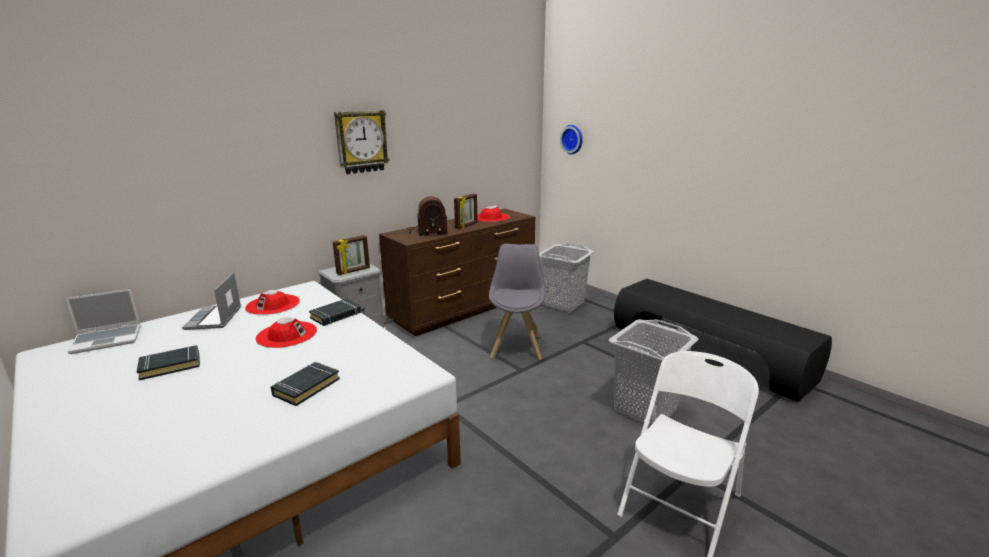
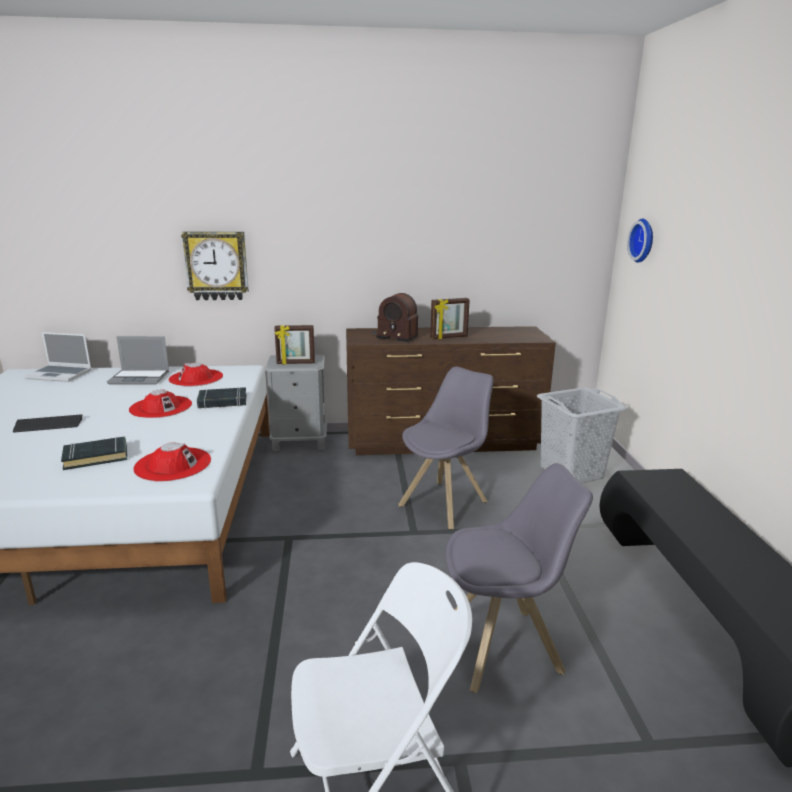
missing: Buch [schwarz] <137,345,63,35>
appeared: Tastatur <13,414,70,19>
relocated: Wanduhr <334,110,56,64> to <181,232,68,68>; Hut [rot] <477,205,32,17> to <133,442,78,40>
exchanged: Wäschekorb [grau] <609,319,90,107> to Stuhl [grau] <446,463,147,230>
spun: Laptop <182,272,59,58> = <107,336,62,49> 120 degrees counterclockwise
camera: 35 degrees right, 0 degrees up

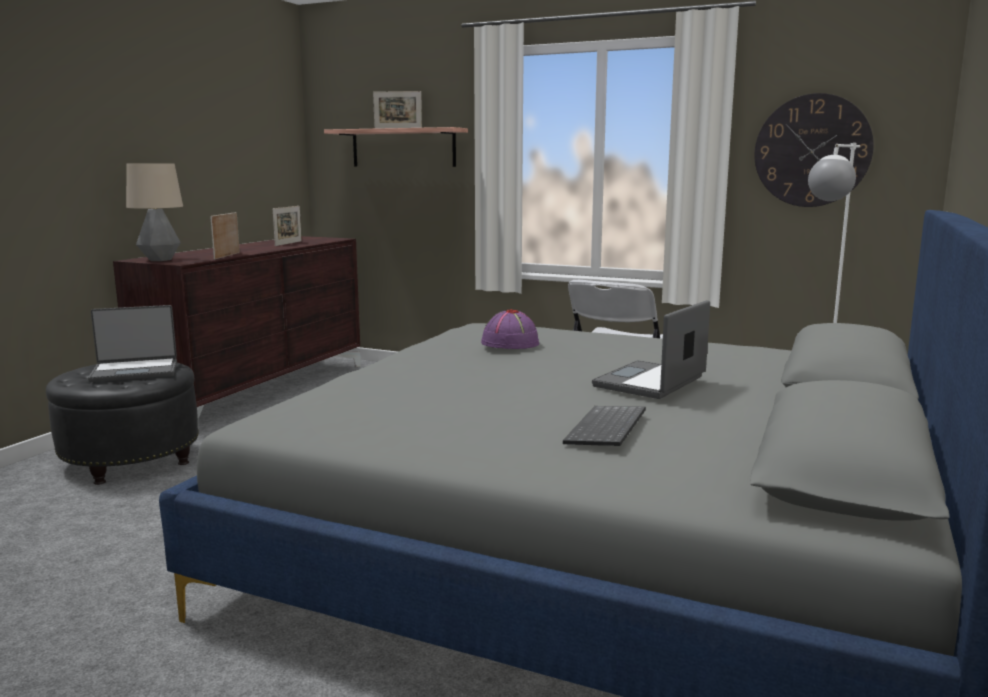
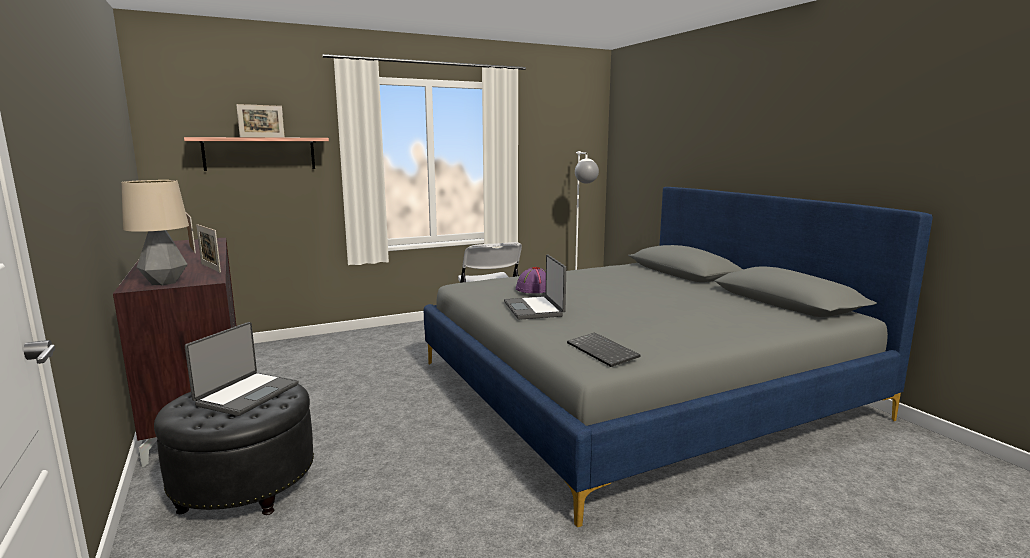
missing: Wanduhr <754,93,120,114>
relocated: Laptop <592,300,118,99> to <504,255,62,65>; Tastatur <563,406,83,40> to <567,332,74,35>
camera: 50 degrees left, 0 degrees up

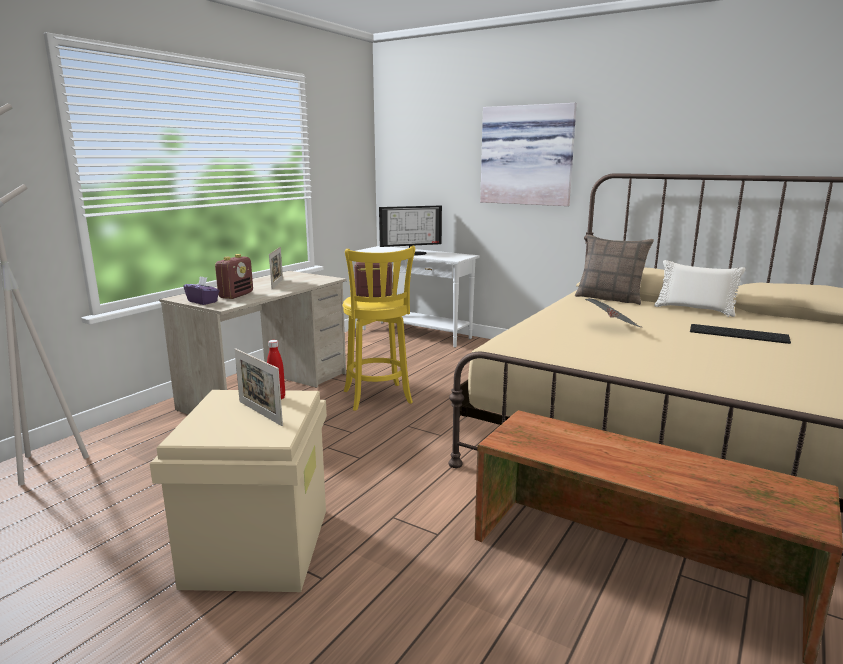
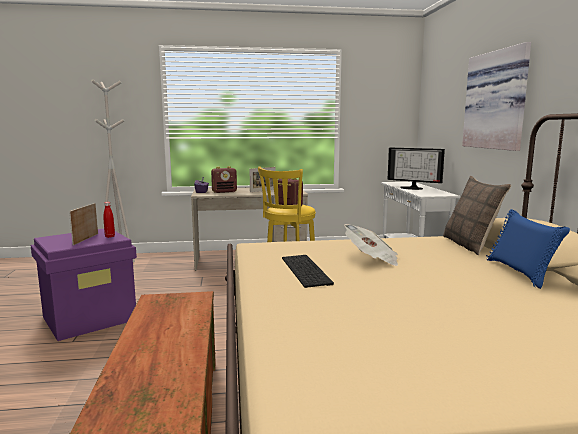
relocated: Tastatur <690,324,101,20> to <282,255,52,33>
colour: Kissen [weiß] <654,260,91,57> to Kissen [blau] <486,209,84,80>; Aufbewahrungsbox [beige] <150,390,177,202> to Aufbewahrungsbox [lila] <31,229,106,112>
camera: 50 degrees right, 5 degrees down

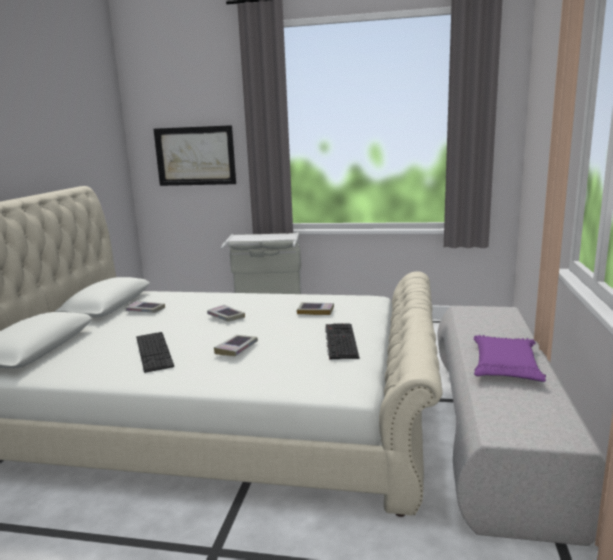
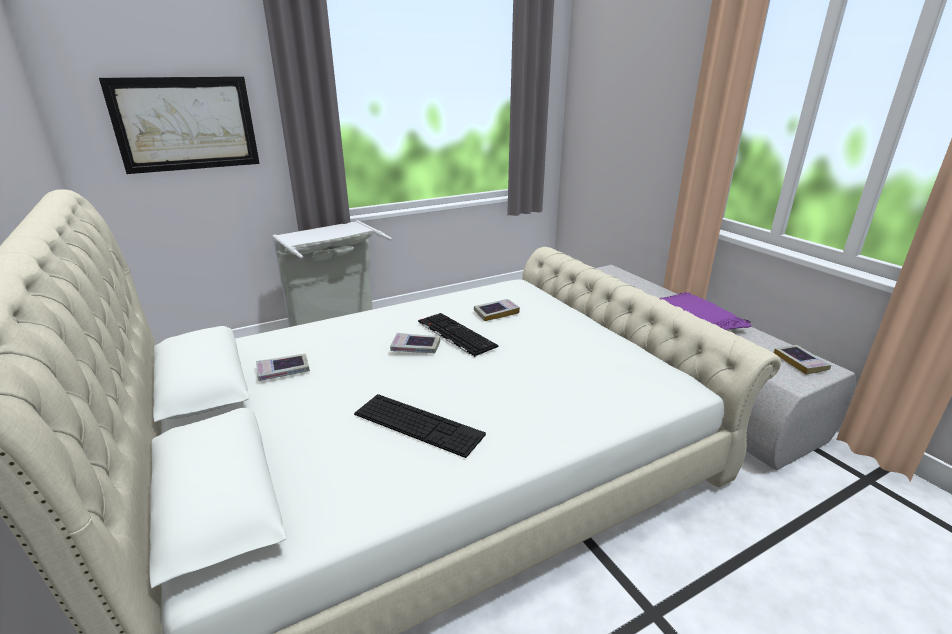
relocated: Tastatur <325,323,34,37> to <418,313,80,44>; Buch <214,335,44,21> to <774,345,57,30>
camera: 40 degrees left, 10 degrees up

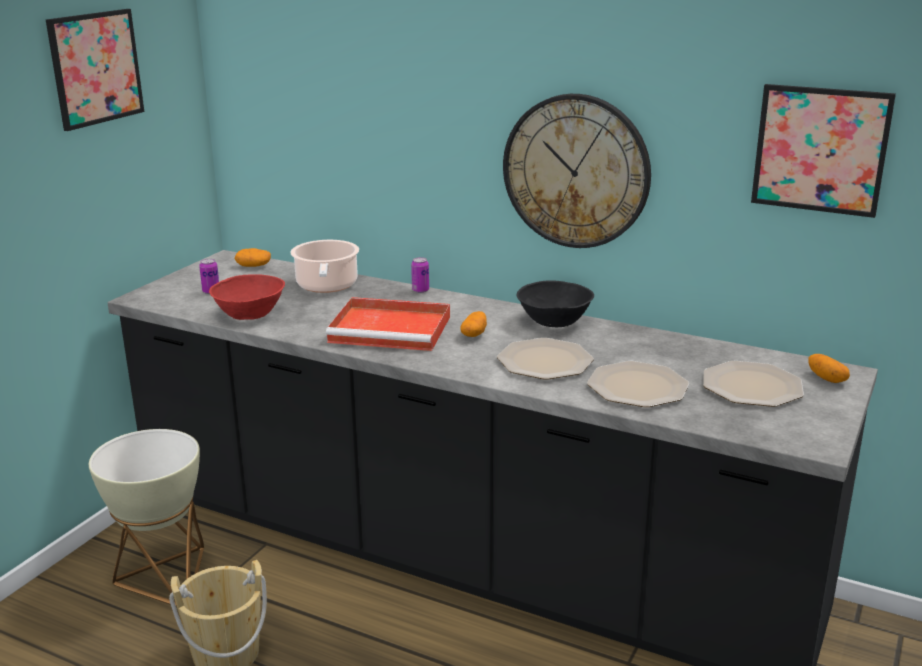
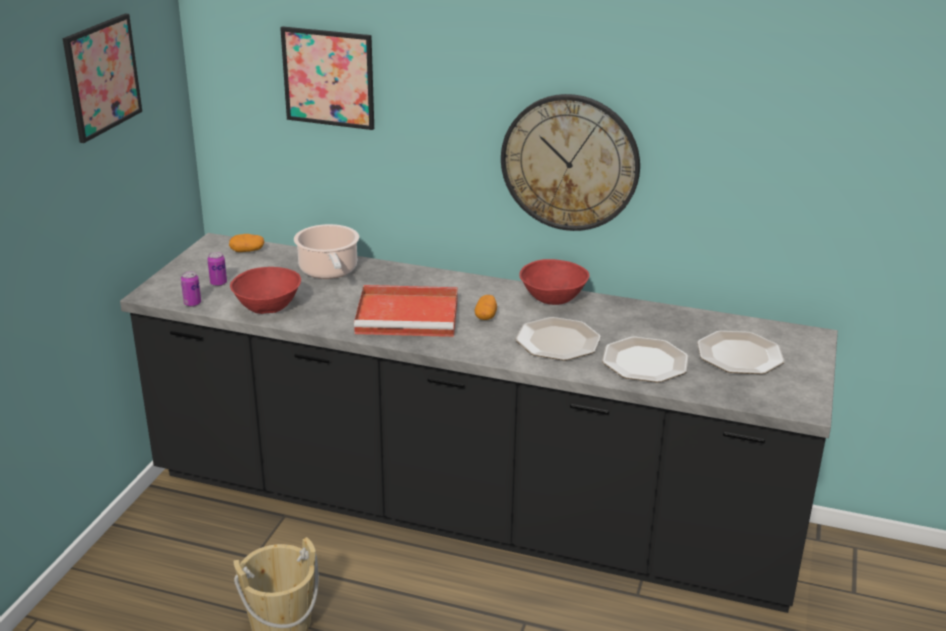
missing: Kartoffel <808,354,42,29>; Pflanzkübel <89,429,115,178>
relocated: Bild <751,84,145,134> to <280,26,94,104>; Dose <411,257,18,36> to <181,271,20,36>
colour: Schüssel [schwarz] <516,280,78,47> to Schüssel [rot] <519,259,71,46>
camera: 10 degrees left, 5 degrees up

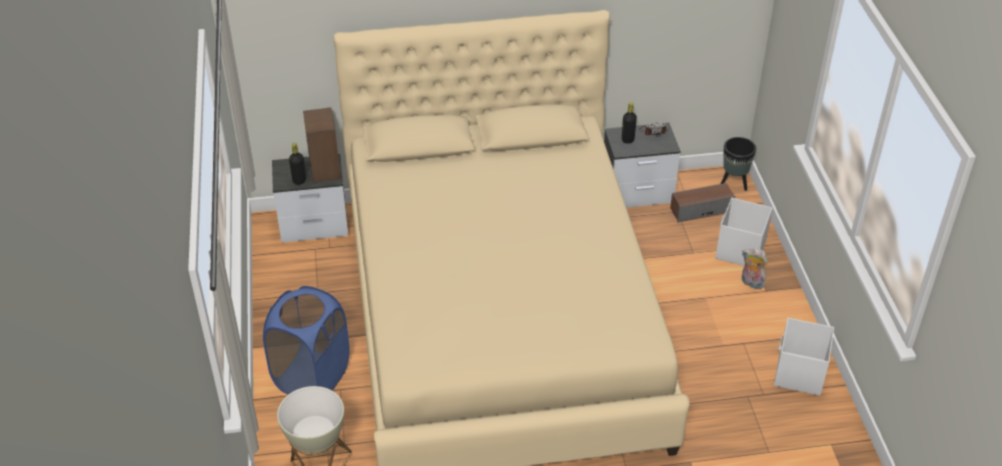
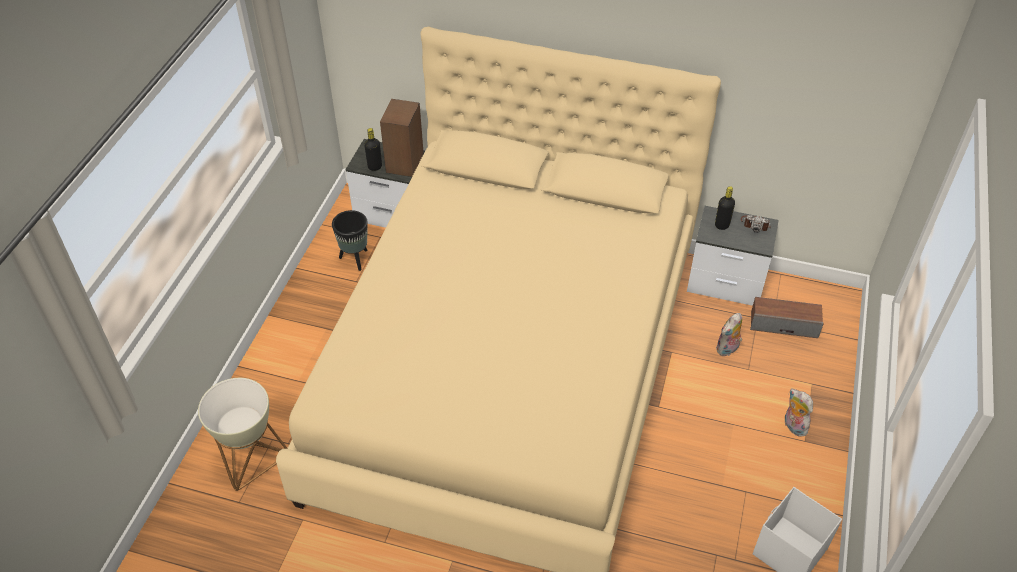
missing: Aufbewahrungsbox [weiß] <715,198,57,68>; Wäschekorb [blau] <263,286,86,109>
appeared: Plüschtier <716,313,26,43>
relocated: Pflanzkübel [schwarz] <721,137,35,54> to <332,210,36,61>
camera: 25 degrees right, 5 degrees up

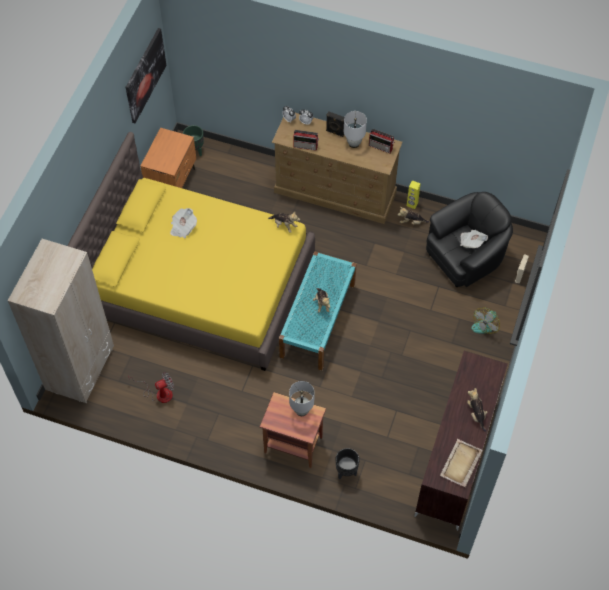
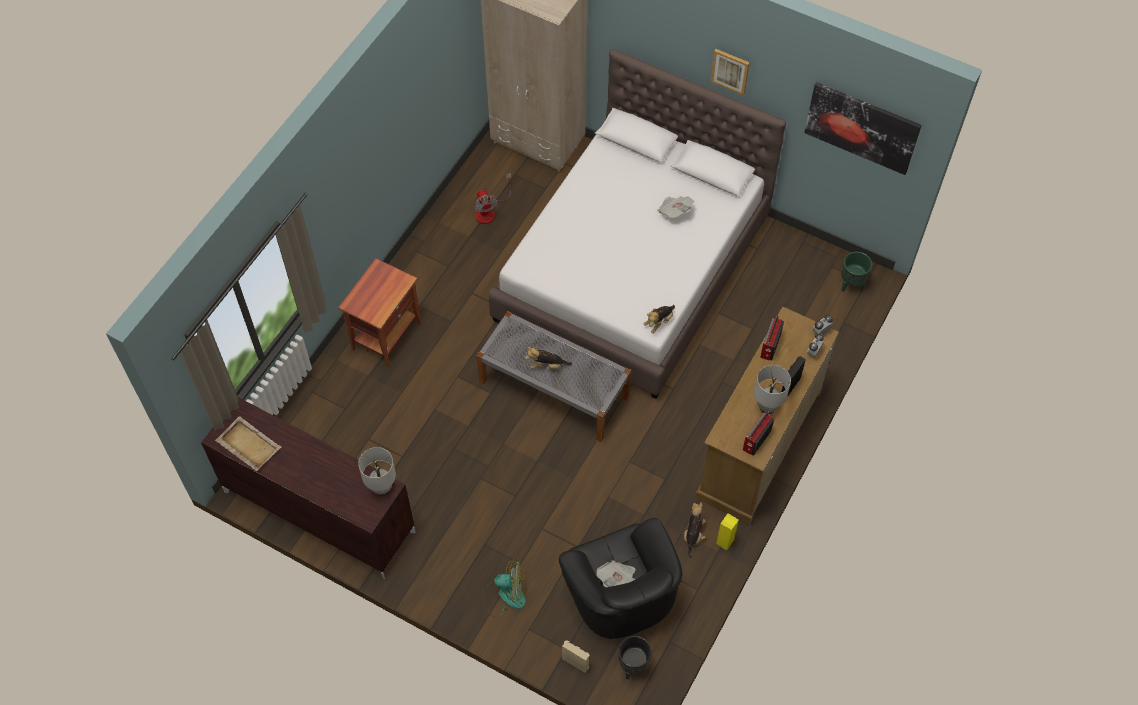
missing: Nachttisch [orange] <140,128,56,60>; Plüschtier <467,388,20,44>
appeared: Bild <710,49,40,46>
relocated: Tischlampe [weiß] <289,381,25,35> to <358,447,38,49>; Pflanzkübel [schwarz] <336,448,24,31> to <619,636,33,44>
colour: Bett [gelb] <67,132,248,239> to Bett [weiß] <489,49,297,350>; Bank [türkis] <279,251,78,120> to Bank [grau] <477,311,154,131>
spun: Ventilator <471,308,29,26> = <483,559,43,59> 135 degrees clockwise
camera: 100 degrees right, 0 degrees up

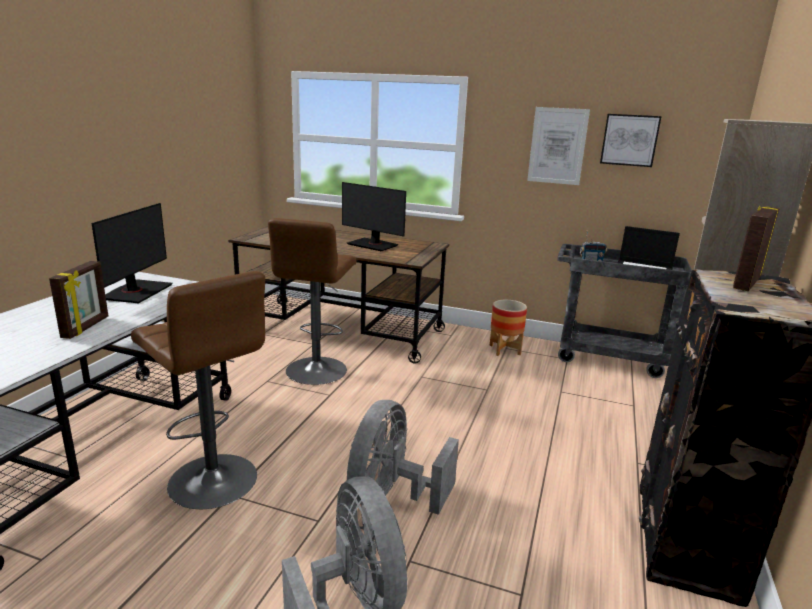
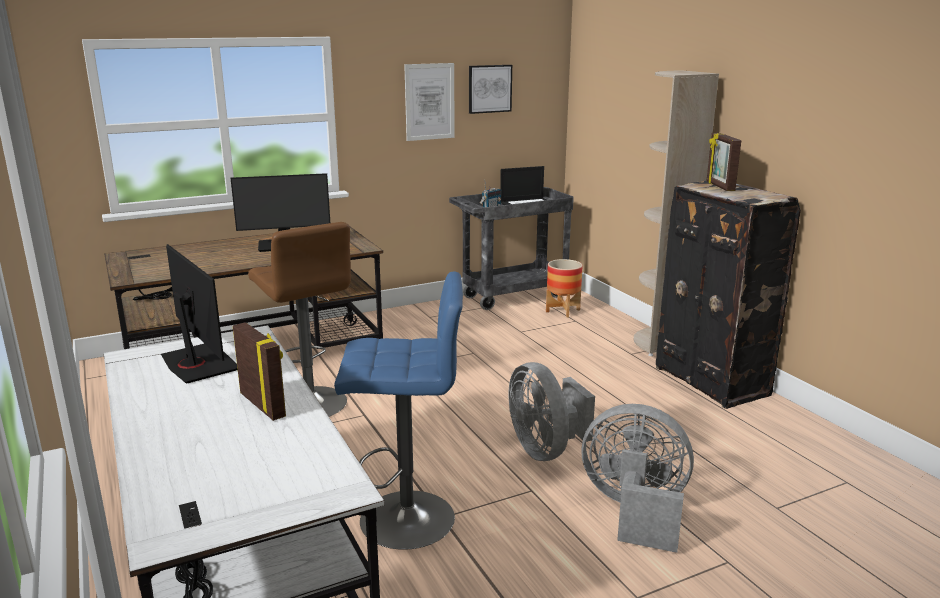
relocated: Pflanzkübel <489,300,38,56> to <546,259,36,59>
colour: Hocker [braun] <131,271,134,238> to Hocker [blau] <334,272,129,278>
camera: 45 degrees left, 0 degrees up

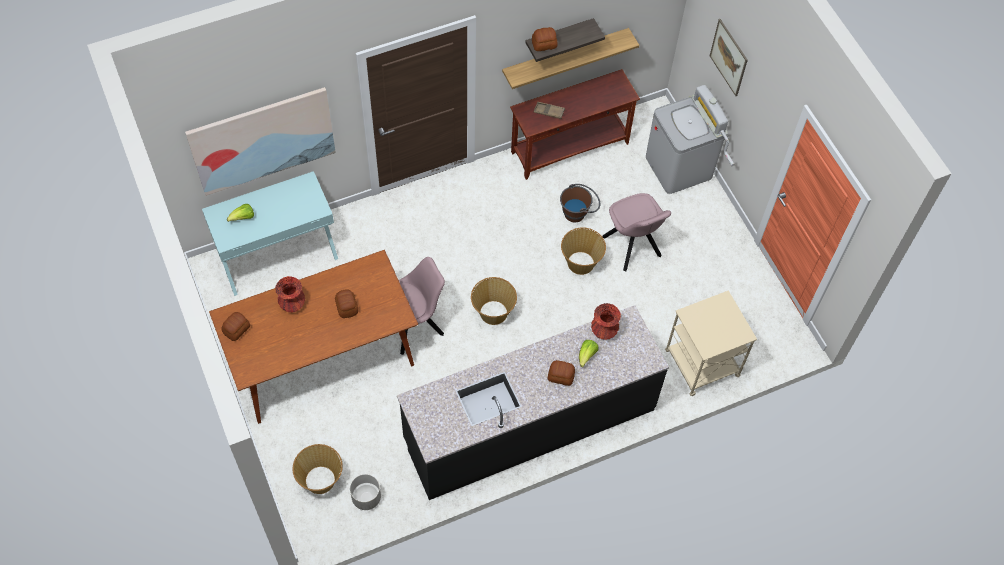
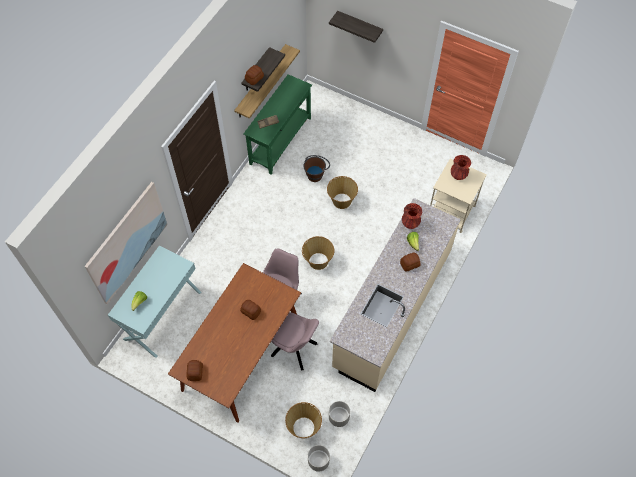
missing: Waschmaschine [grau] <646,85,89,109>
appeared: Pflanzkübel [grau] <308,445,22,27>
relocated: Stuhl [rosa] <602,193,69,78> to <271,312,48,59>; Vase [rot] <275,276,30,36> to <451,155,20,25>
exchanged: Bild <710,19,38,77> to Wandregal <329,11,54,32>
colour: Konsolentisch [braun] <510,69,130,111> to Konsolentisch [grün] <243,74,69,101>; Küchenzeile [schwarz] <397,305,272,195> to Küchenzeile [beige] <330,198,131,194>
camera: 35 degrees left, 0 degrees up

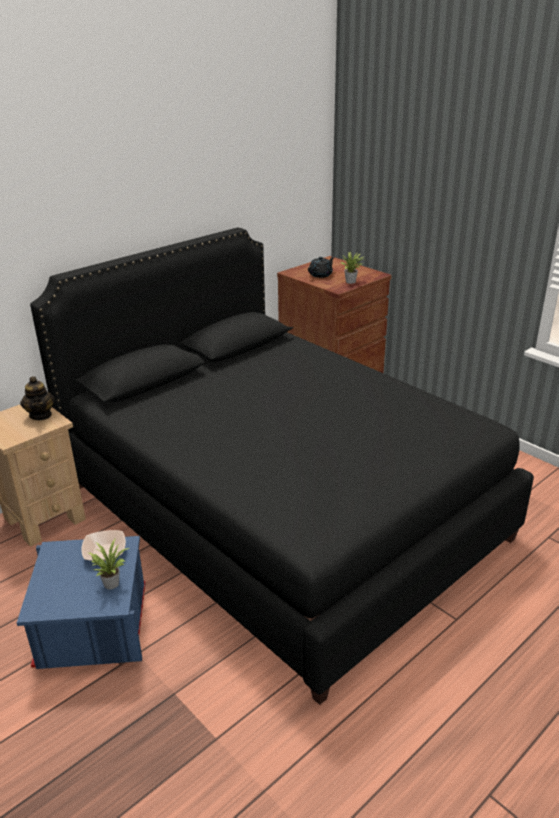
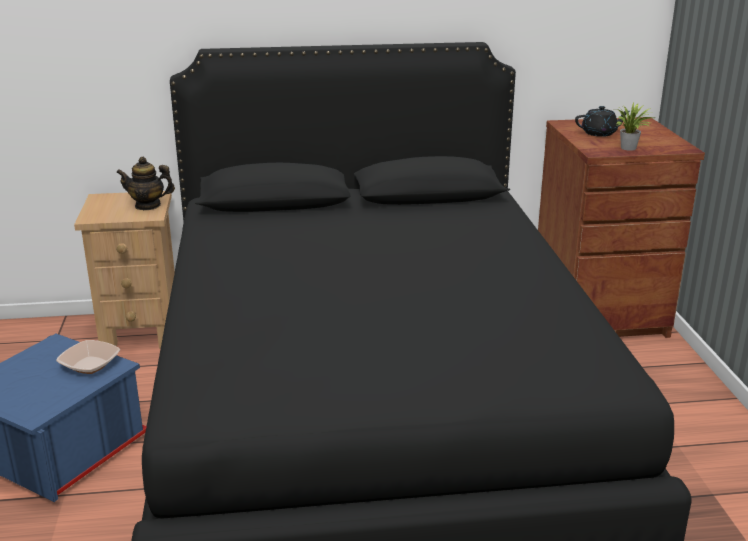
missing: Topfpflanze <88,539,41,51>
spun: Teekanne <20,376,35,44> = <116,157,59,53> 75 degrees clockwise
camera: 35 degrees right, 5 degrees down

